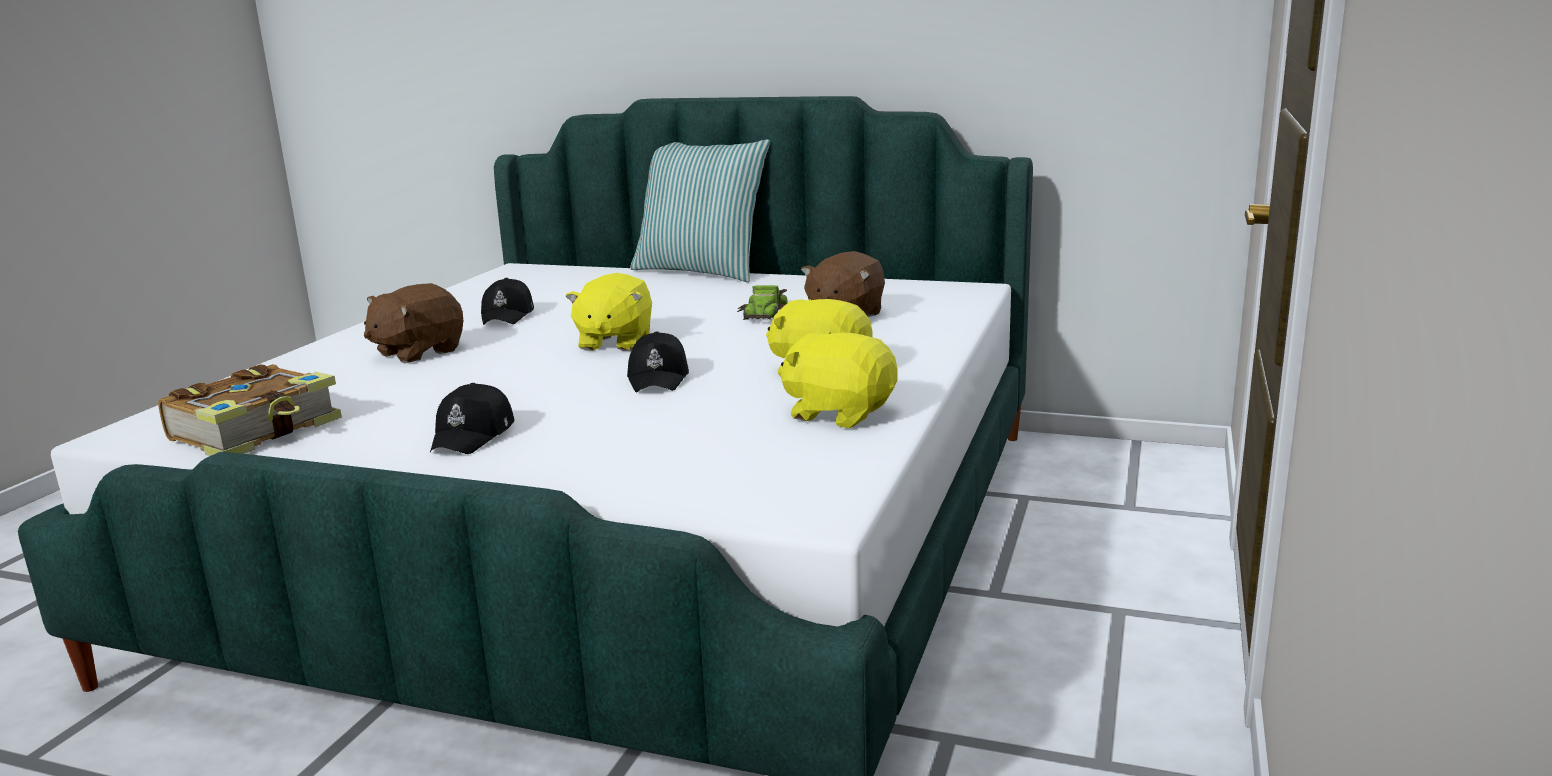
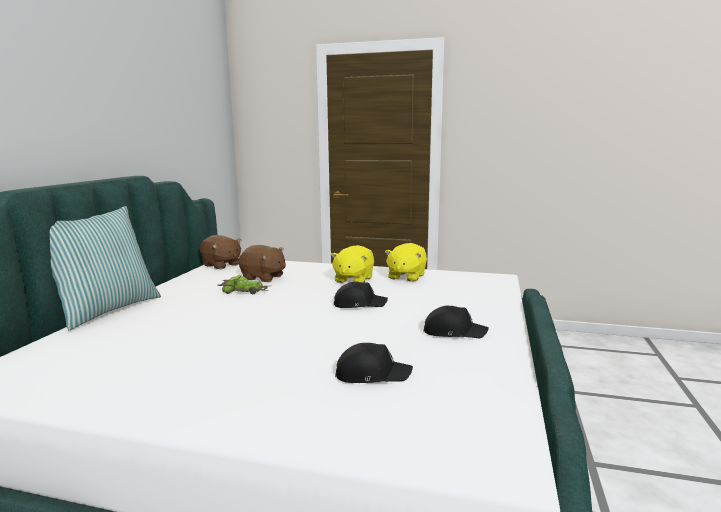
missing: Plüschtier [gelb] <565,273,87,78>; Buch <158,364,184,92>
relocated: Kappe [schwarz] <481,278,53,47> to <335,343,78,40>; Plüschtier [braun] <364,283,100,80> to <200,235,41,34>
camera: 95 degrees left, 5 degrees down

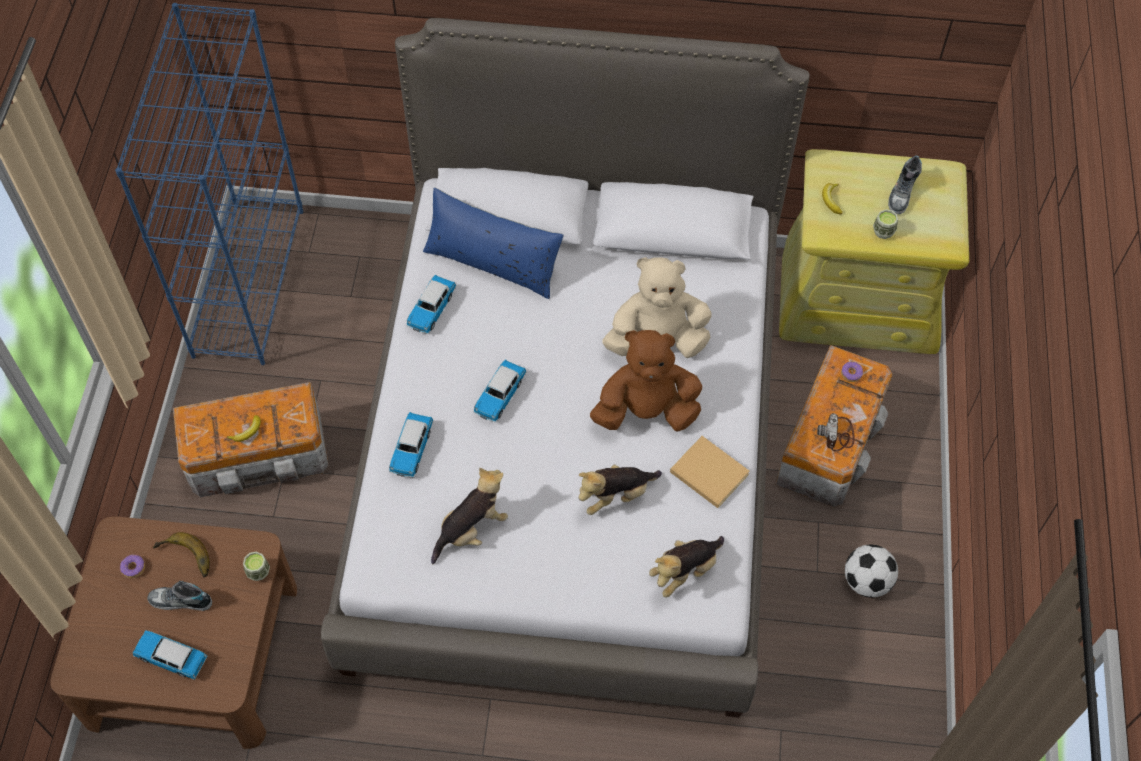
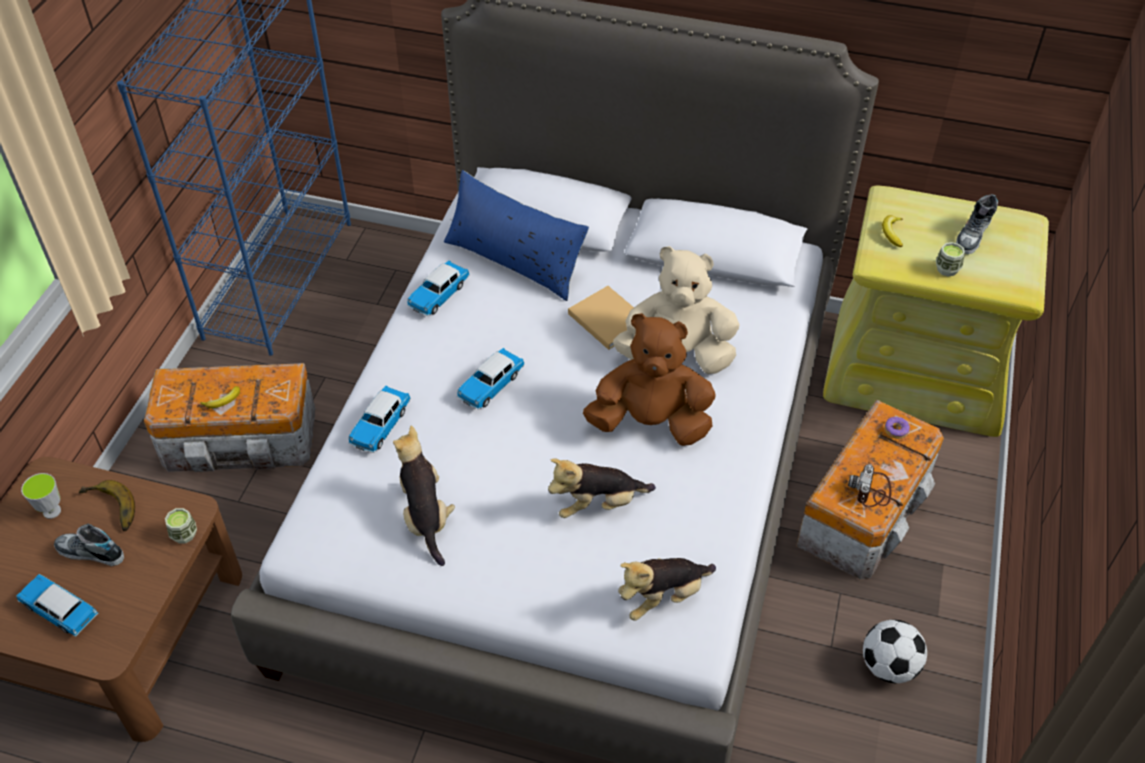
relocated: Buch [beige] <670,436,79,72> to <568,286,66,64>
exchanged: Donut <120,554,25,24> to Tasse <21,473,40,46>
spun: Plüschtier <431,468,77,96> = <393,426,62,140> 75 degrees counterclockwise
camera: 10 degrees right, 10 degrees down

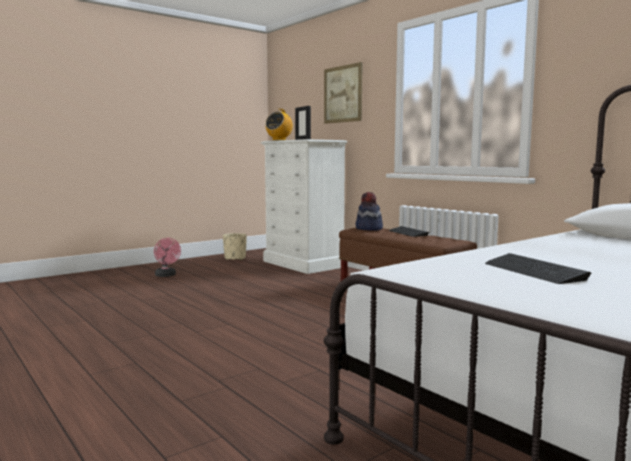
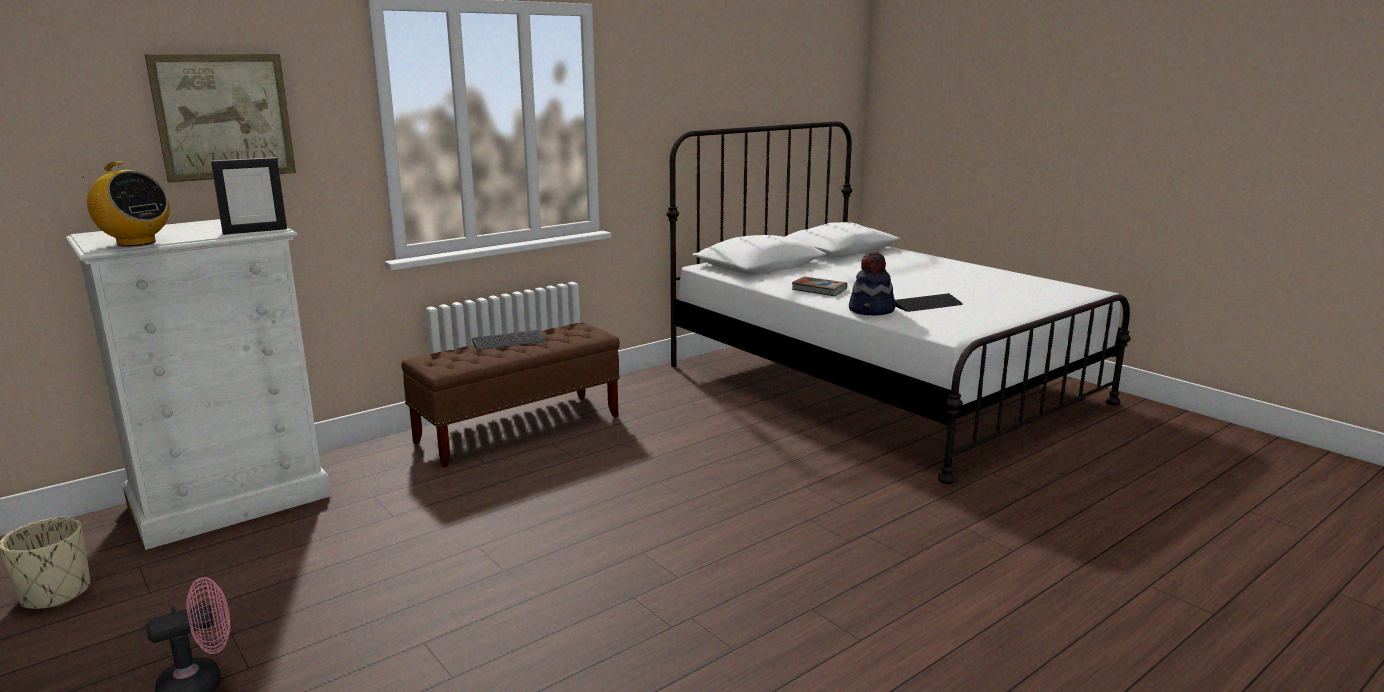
appeared: Buch <792,277,55,19>
relocated: Hut <356,192,27,39> to <849,252,47,63>
camera: 90 degrees left, 10 degrees up

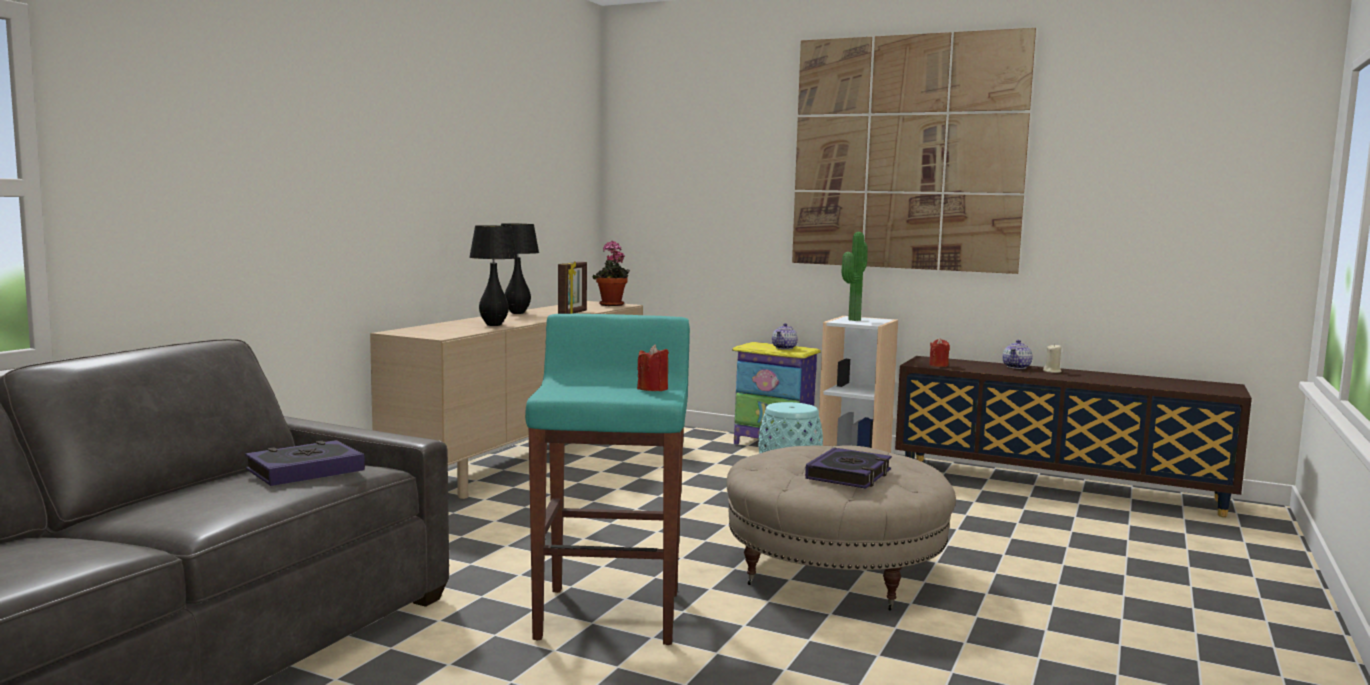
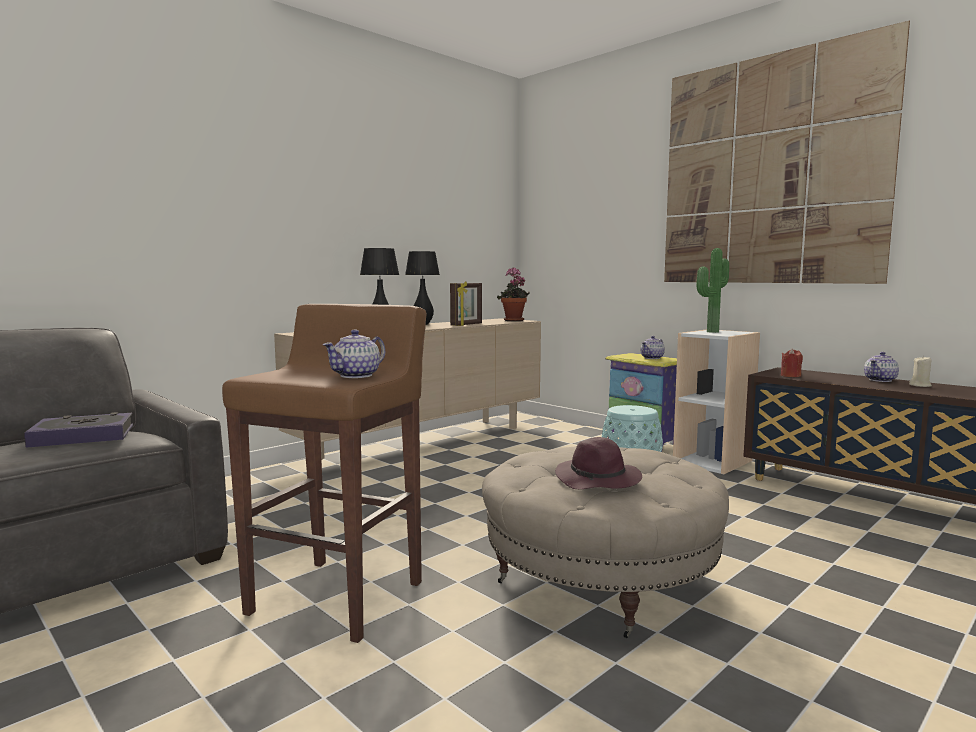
exchanged: Kerze [rot] <637,344,32,47> to Teekanne <323,330,62,48>; Buch <805,447,87,42> to Hut [lila] <555,437,87,52>
colour: Hocker [türkis] <525,314,165,331> to Hocker [braun] <222,304,204,339>
camera: 20 degrees right, 0 degrees up

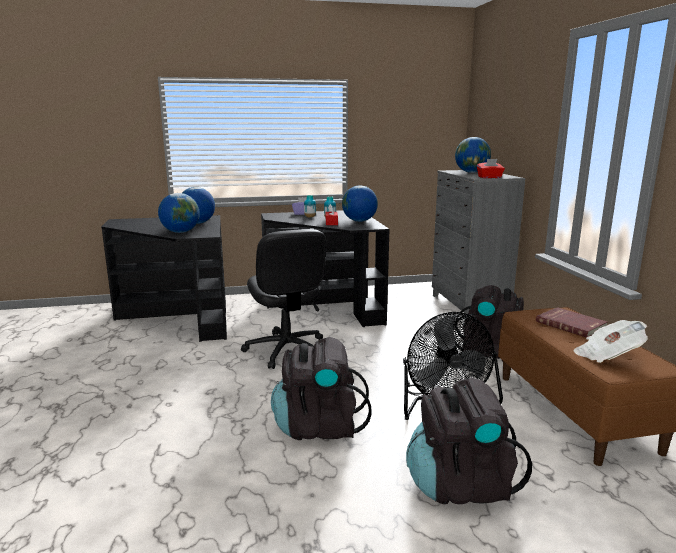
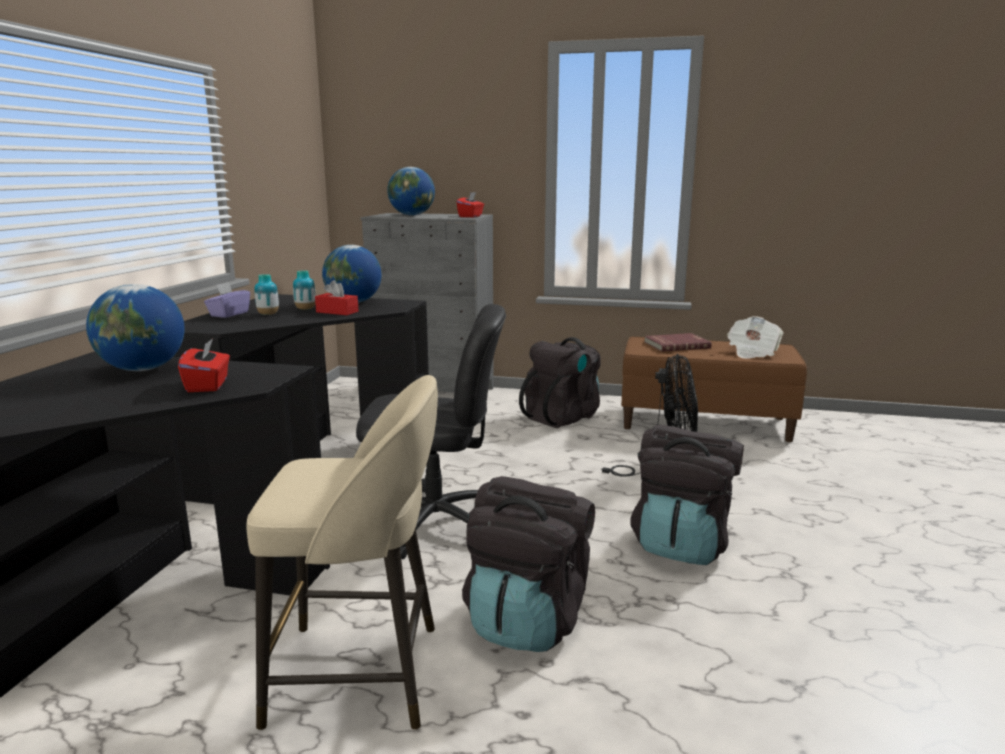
appeared: Hocker [beige] <246,375,192,355>
relocated: Rucksack [schwarz] <406,378,126,126> to <462,476,133,176>
exchanged: Globus <158,193,42,40> to Taschentuchbox [rot] <178,338,52,54>
camera: 65 degrees left, 0 degrees up

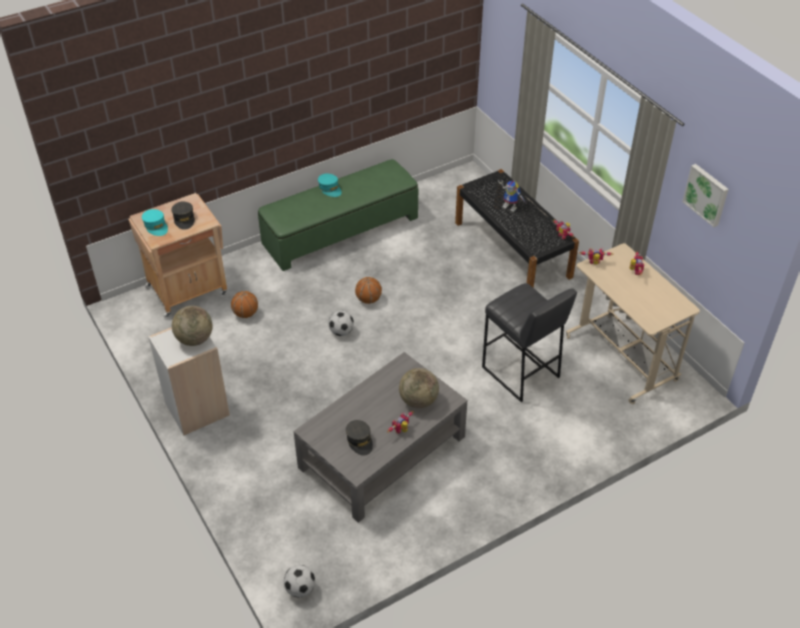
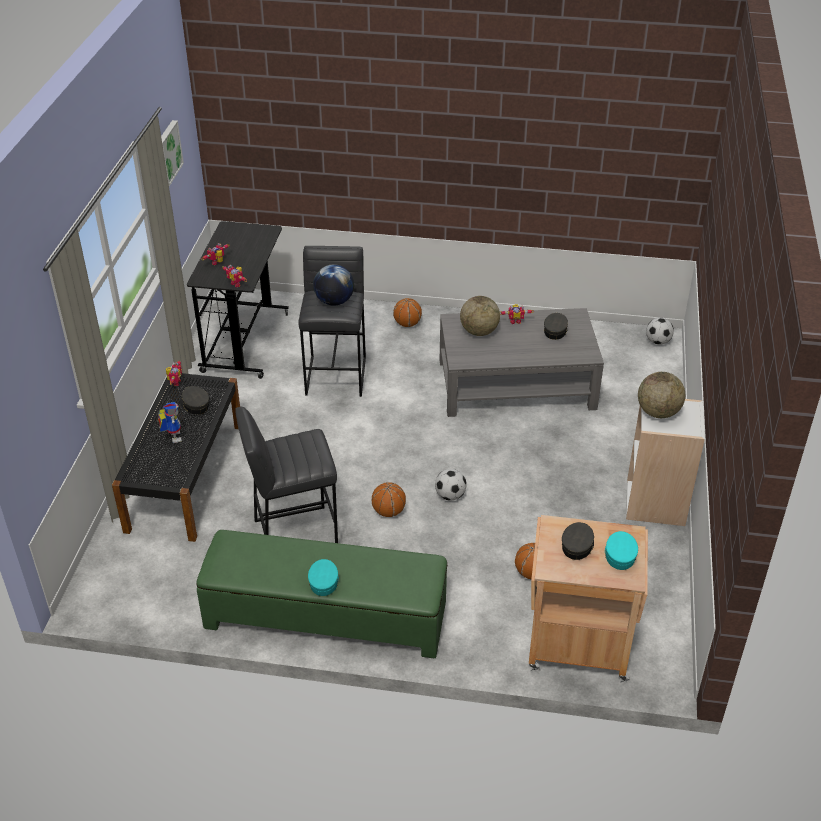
appeared: Globus <313,264,41,42>; Basketball <393,298,29,29>; Kappe [grau] <180,386,29,29>; Hocker [grau] <235,406,103,137>
colour: Schreibtisch [beige] <566,243,134,161> to Schreibtisch [schwarz] <187,221,102,158>
camera: 140 degrees left, 5 degrees down

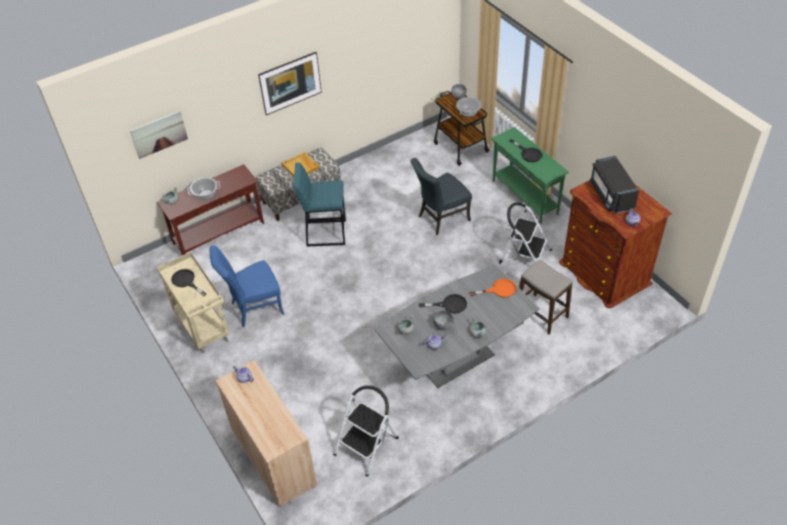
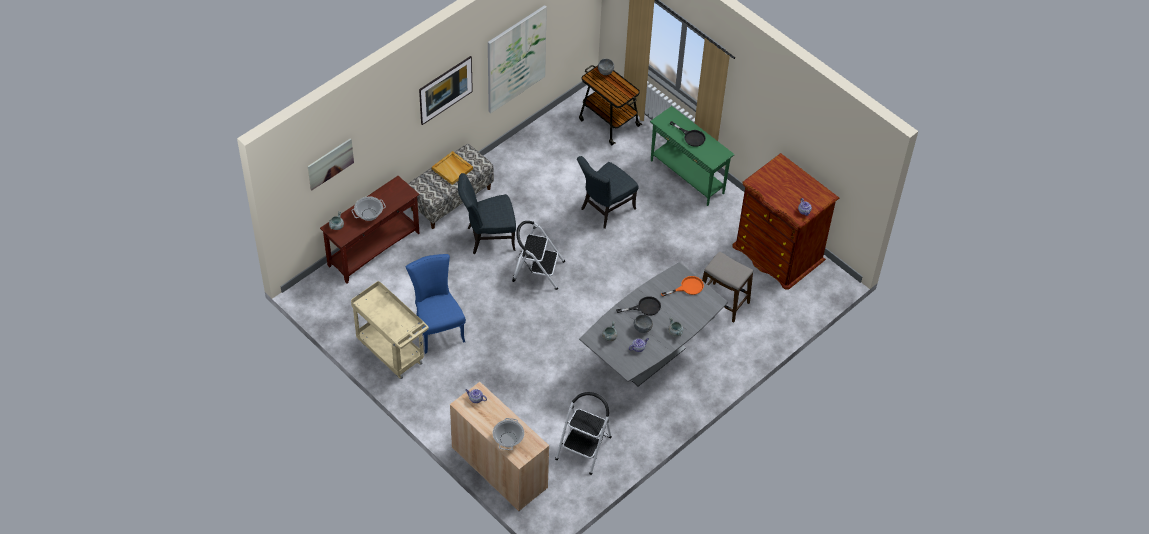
missing: Mikrowelle [schwarz] <590,156,49,58>; Pfanne [schwarz] <171,269,35,27>
appeared: Bild <488,5,59,108>
relocated: Kochtopf <456,97,26,20> to <493,418,31,32>; Trittleiter <499,202,53,62> to <512,221,53,69>
exchanged: Hocker [türkis] <293,162,53,84> to Stuhl [grau] <458,173,58,81>
spun: Stuhl [blau] <210,245,74,82> = <406,254,60,100> 105 degrees clockwise
camera: 15 degrees left, 5 degrees up

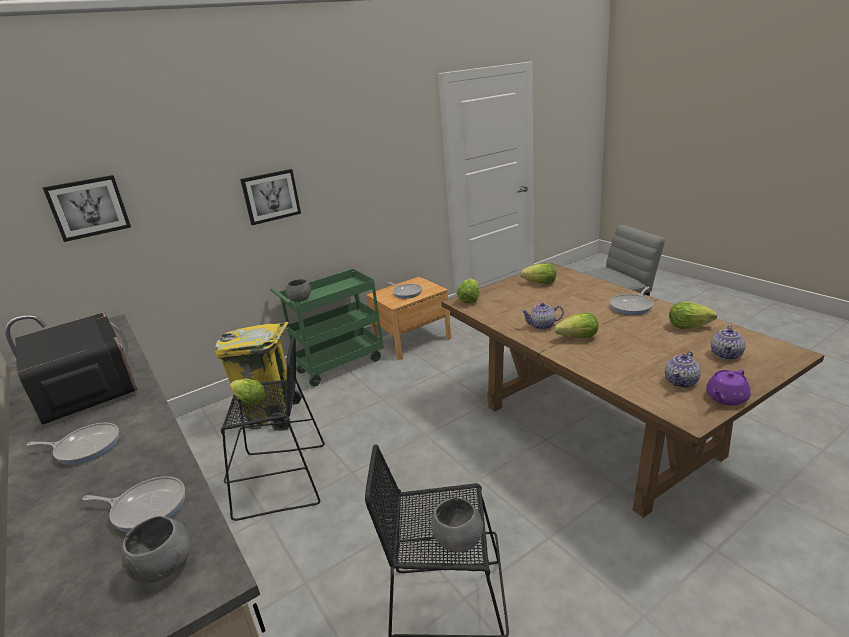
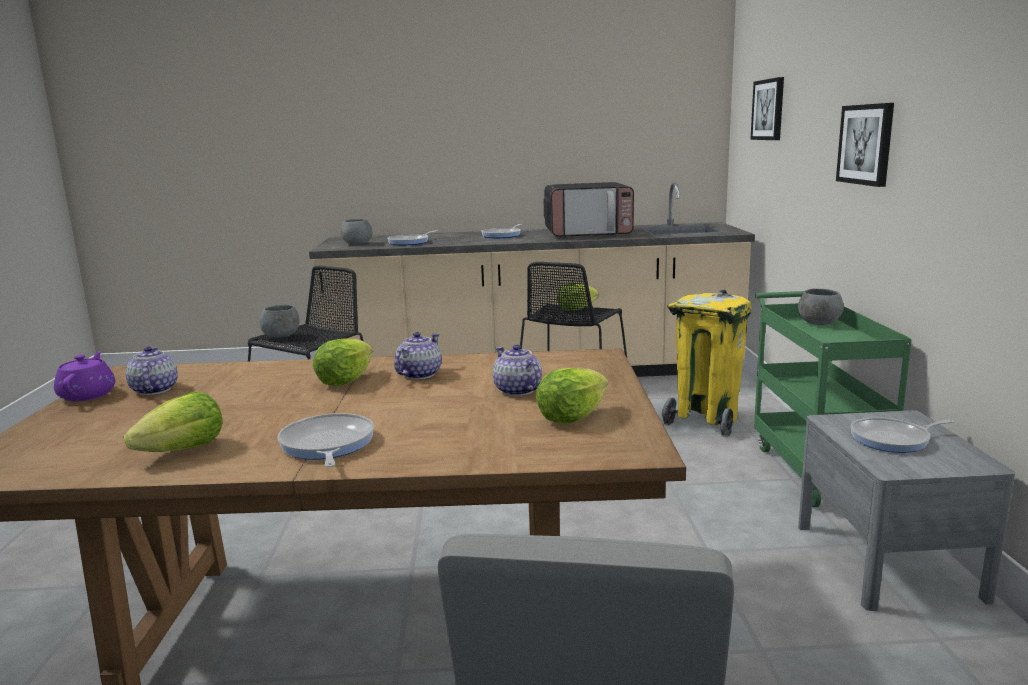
missing: Salatkopf <457,279,23,25>
relocated: Teekanne <711,325,35,35> to <493,344,49,52>
colour: Nachttisch [braun] <367,277,84,83> to Nachttisch [grau] <798,410,217,201>
camera: 120 degrees right, 10 degrees down

